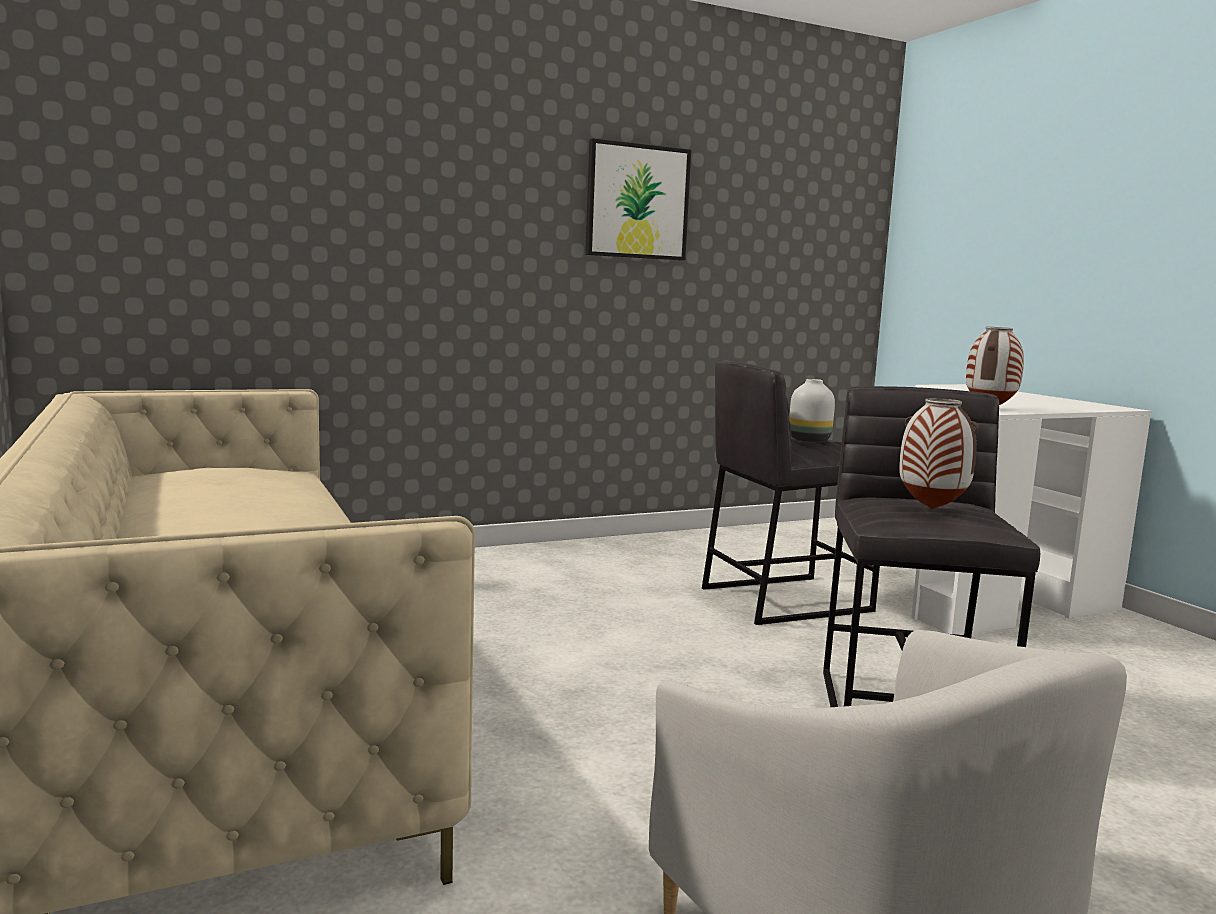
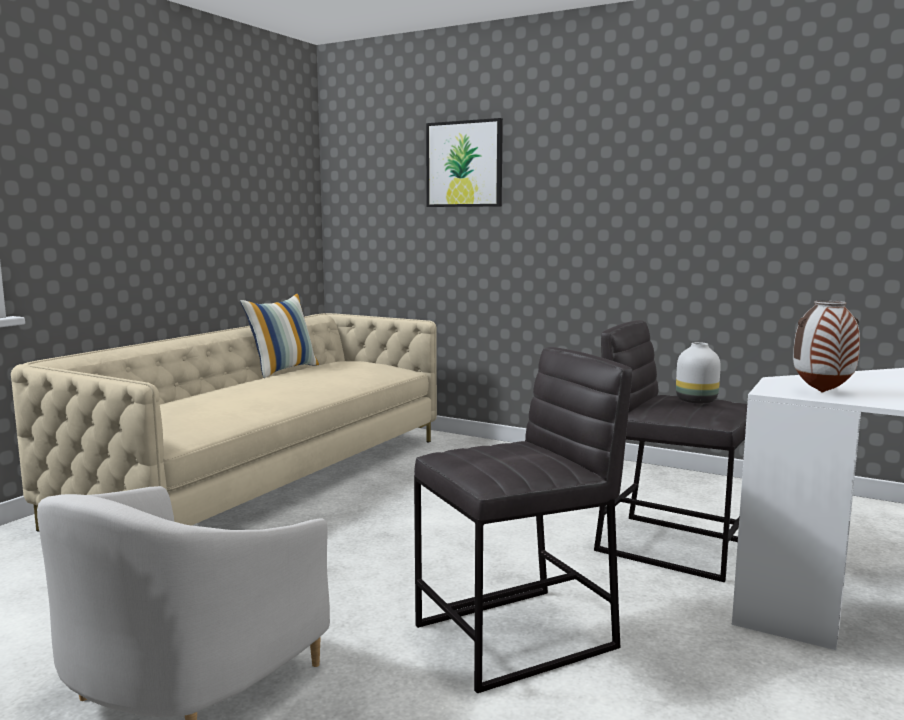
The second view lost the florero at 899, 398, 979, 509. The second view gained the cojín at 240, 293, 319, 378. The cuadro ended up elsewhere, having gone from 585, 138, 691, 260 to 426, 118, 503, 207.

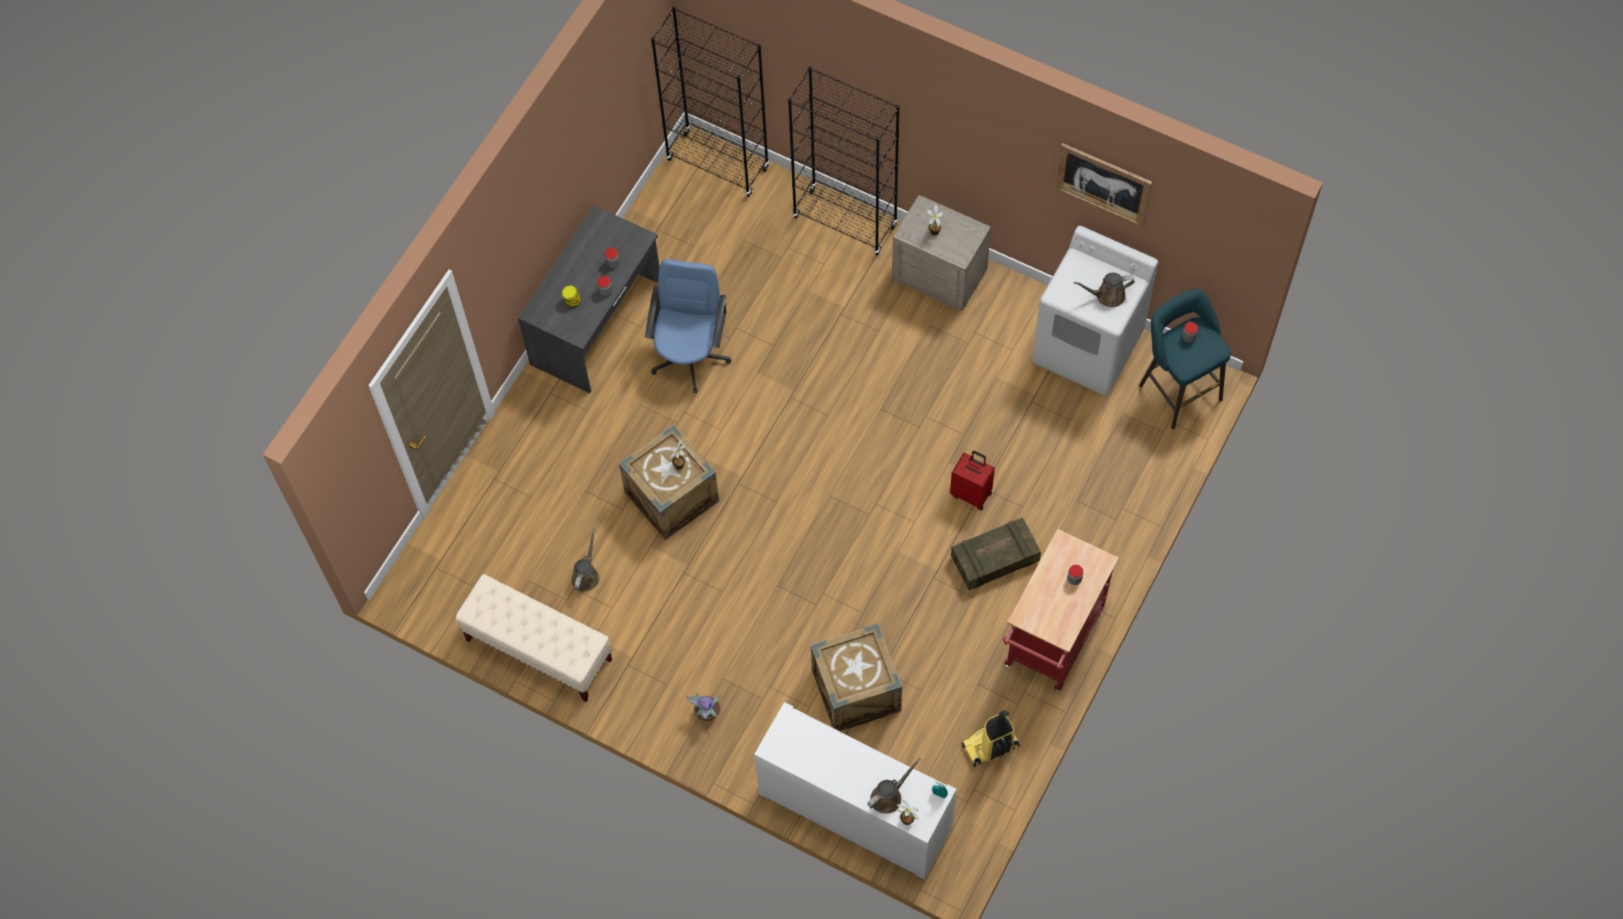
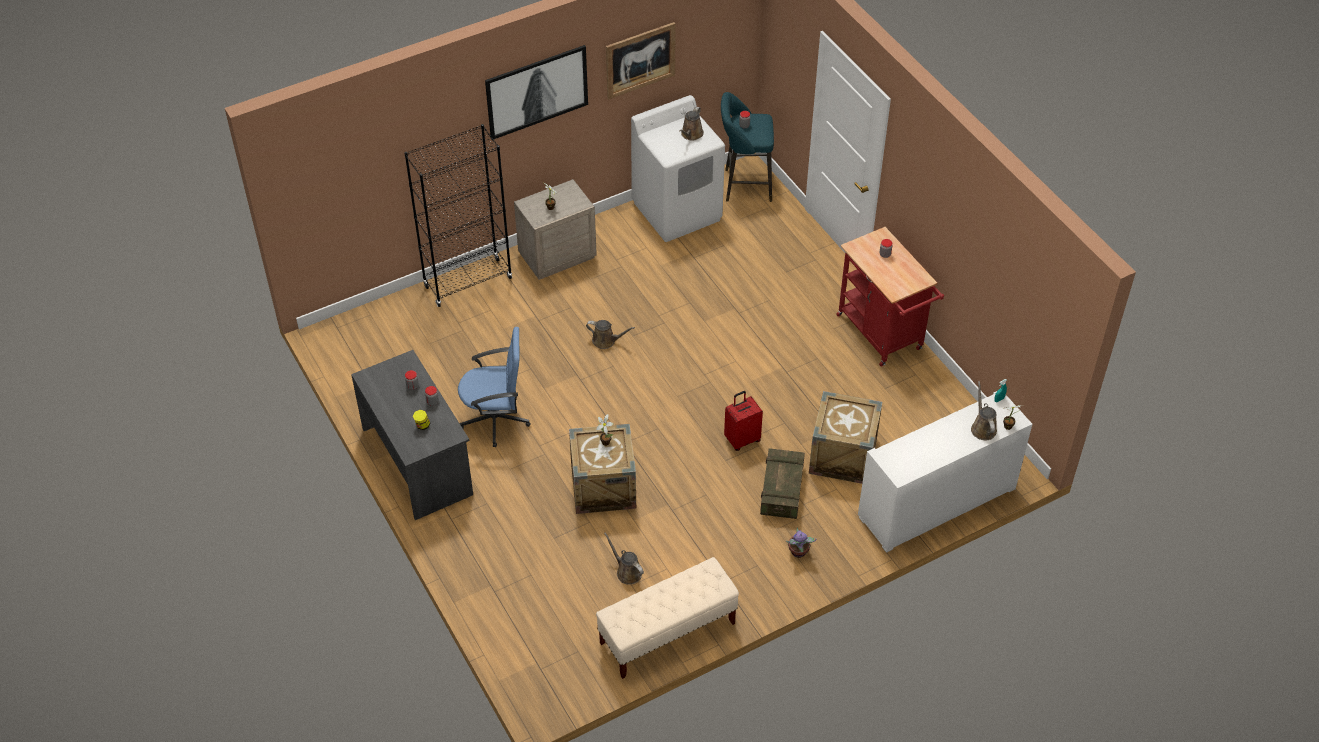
The second view lost the estantería (negro) at 651, 7, 769, 197. The second view lost the aspiradora at 961, 710, 1020, 767. The second view gained the cuadro at 485, 45, 588, 140. The second view gained the regadera (marrón) at 586, 320, 635, 349. The maleta (rojo) ended up elsewhere, having gone from 950, 451, 995, 510 to 724, 391, 763, 451. The caja de embalaje ended up elsewhere, having gone from 951, 517, 1041, 590 to 760, 448, 805, 519. The silla de oficina (azul) at 645, 259, 731, 393 ended up facing another way, 135 degrees clockwise from before.

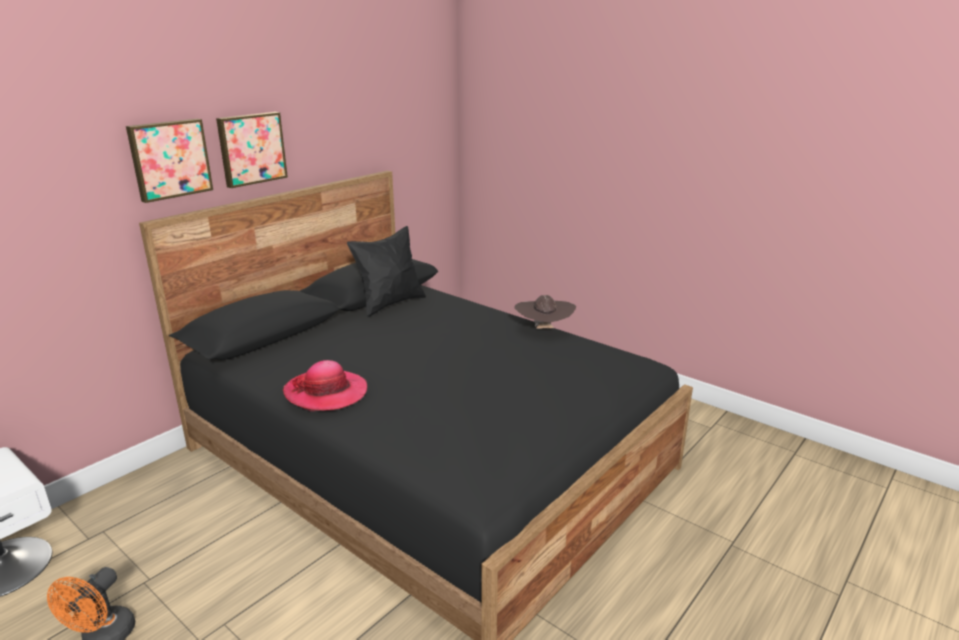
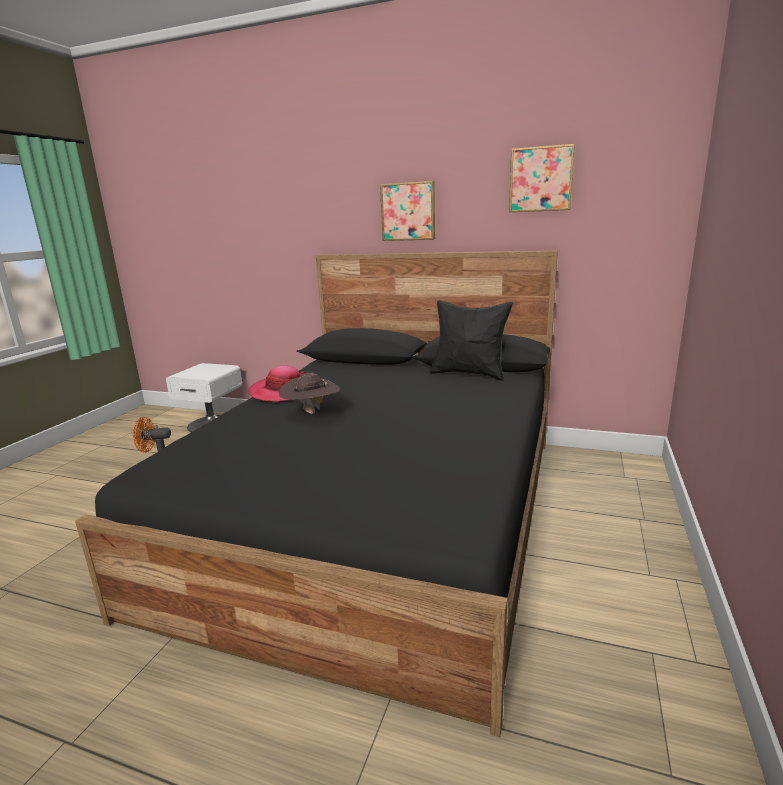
The cuadro ended up elsewhere, having gone from 126, 119, 213, 203 to 509, 144, 575, 212. The sombrero (marrón) ended up elsewhere, having gone from 514, 295, 576, 329 to 279, 373, 340, 414.

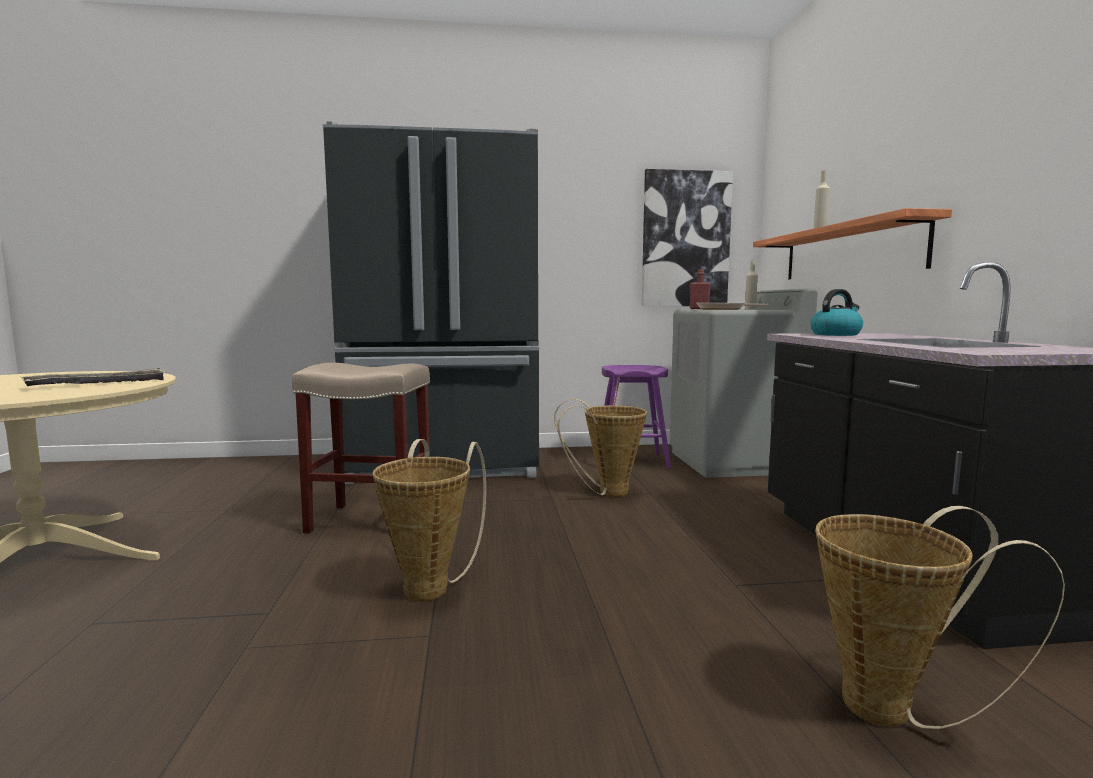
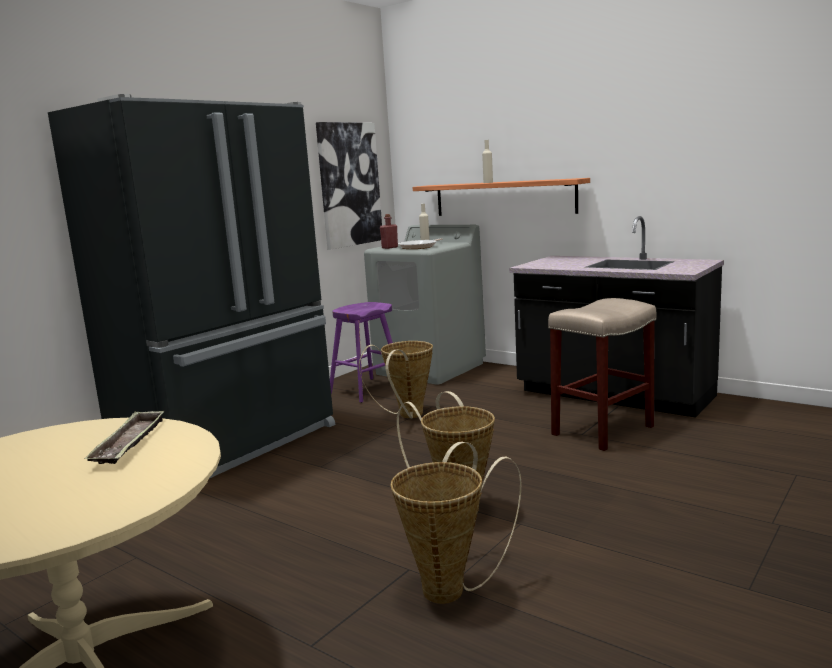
The second view lost the hervidor at 811, 289, 863, 336. The taburete (beis) ended up elsewhere, having gone from 292, 363, 430, 534 to 548, 298, 656, 451. The cesta ended up elsewhere, having gone from 815, 506, 1065, 729 to 390, 442, 521, 604.

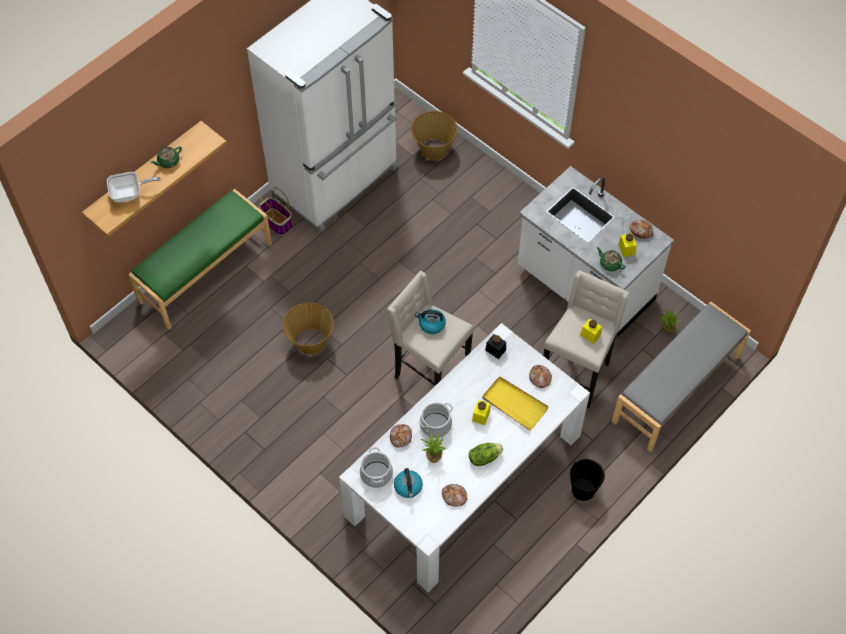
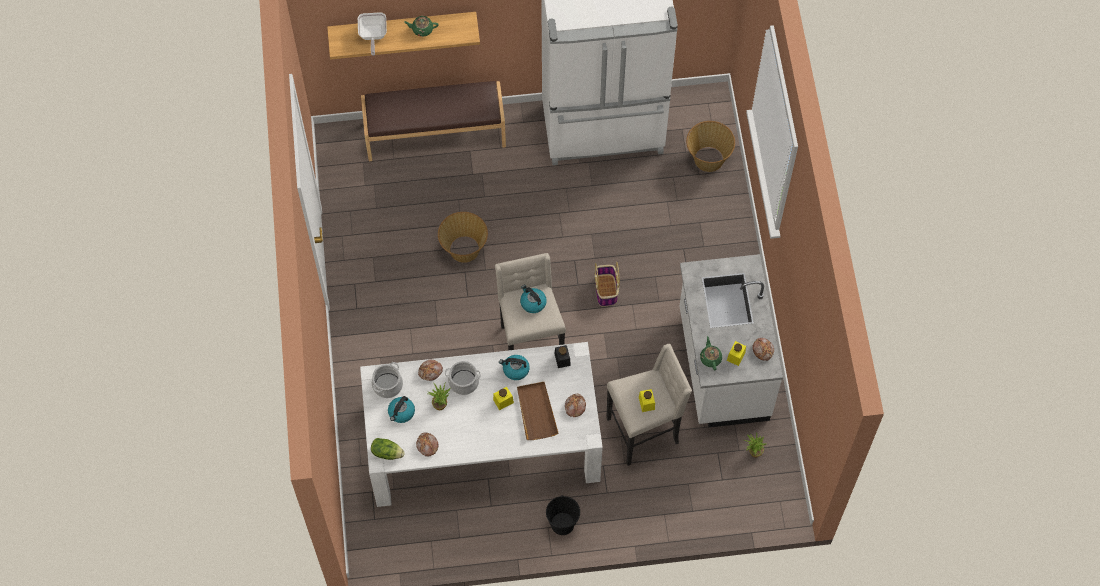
The second view lost the banco (gris) at 612, 302, 751, 452. The second view gained the hervidor at 499, 355, 530, 380. The cesta ended up elsewhere, having gone from 258, 187, 293, 236 to 595, 262, 620, 307. The lechuga ended up elsewhere, having gone from 469, 443, 503, 466 to 371, 438, 405, 460. What was the banco (verde) at 128, 189, 272, 330 turned into the banco (marrón) at 361, 81, 506, 161. What was the bandeja (amarillo) at 482, 376, 549, 431 turned into the bandeja (marrón) at 517, 382, 558, 440. The sartén at 107, 172, 161, 202 ended up facing another way, 60 degrees clockwise from before.

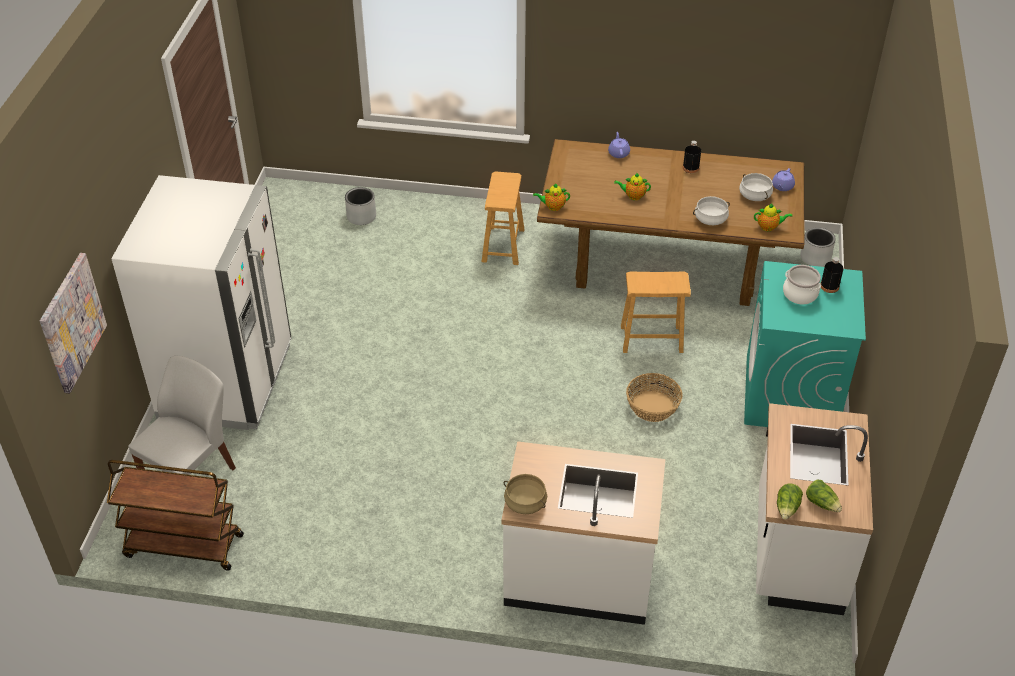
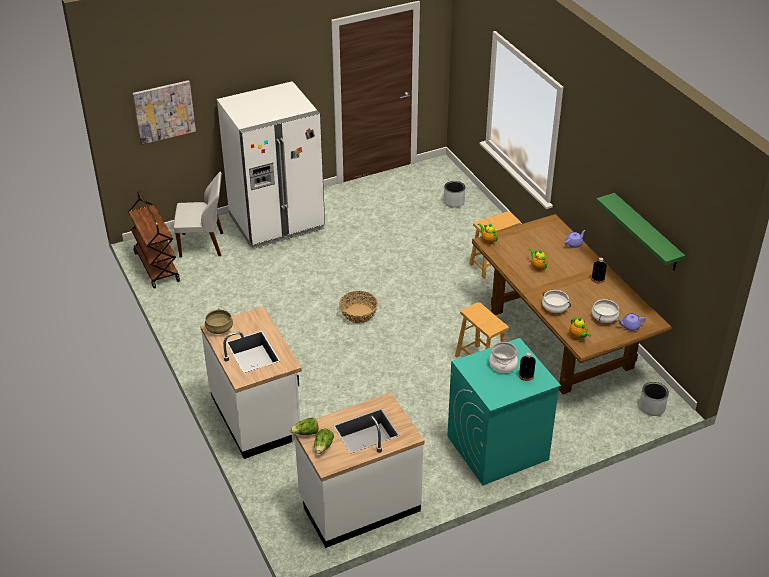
The second view gained the estante (verde) at 596, 193, 685, 271. The cesta ended up elsewhere, having gone from 626, 373, 683, 422 to 339, 291, 378, 323.

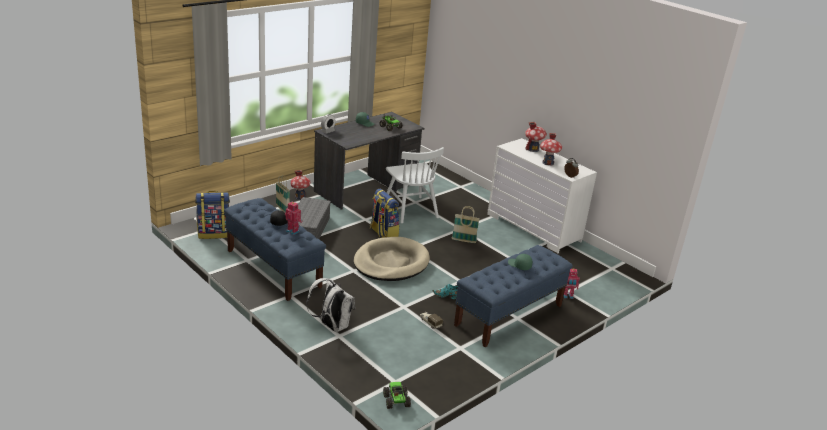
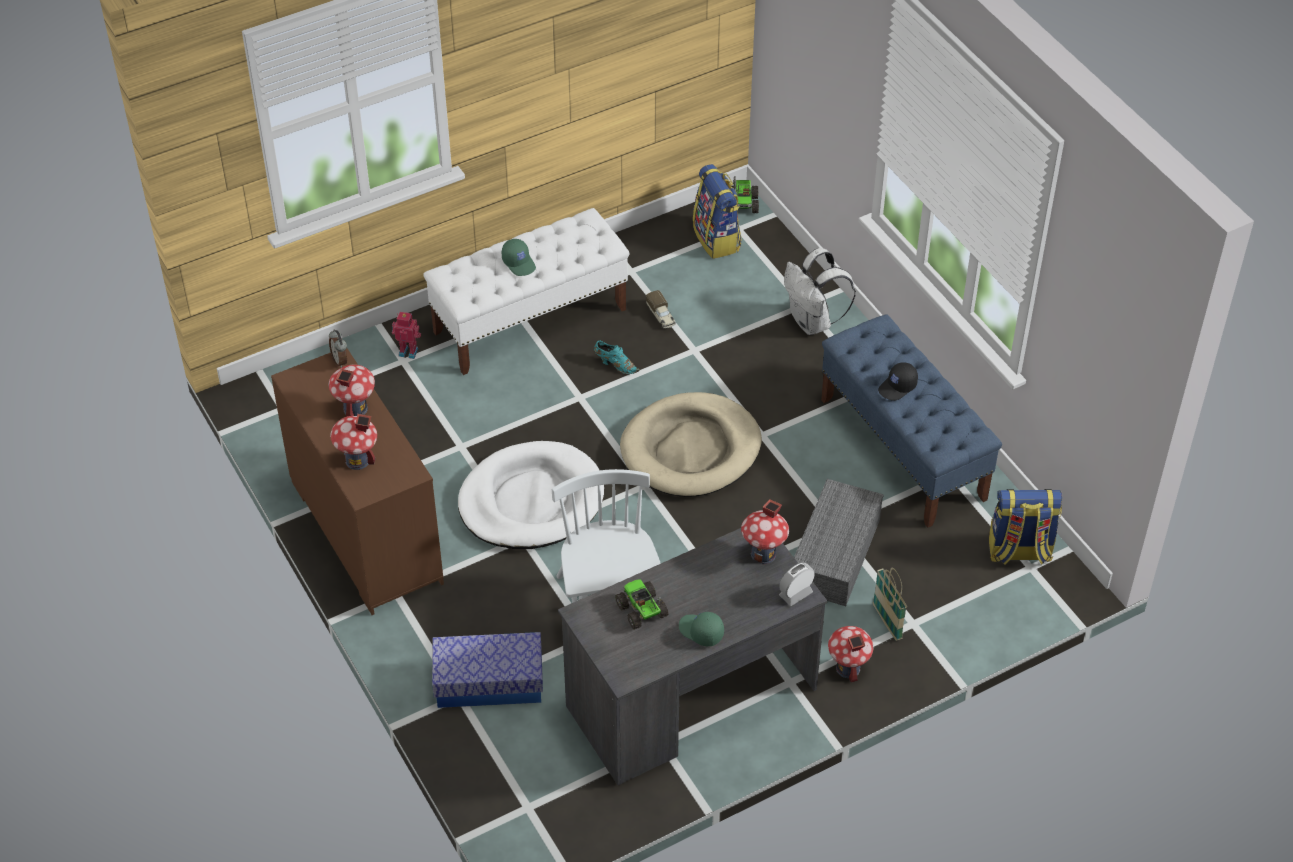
The second view lost the robot de juguete at 285, 201, 302, 235. The second view gained the caja de almacenaje at 432, 632, 543, 708. The second view gained the casita at 741, 499, 789, 564. The mochila ended up elsewhere, having gone from 369, 189, 400, 238 to 693, 164, 742, 259. Where the cesta stood at 452, 206, 480, 243, the cama para perro (blanco) came to stand at 458, 441, 604, 549. What was the banco (azul) at 454, 245, 573, 347 turned into the banco (blanco) at 423, 208, 630, 375. What was the cómoda (blanco) at 487, 138, 597, 253 turned into the cómoda (marrón) at 271, 348, 444, 615.

